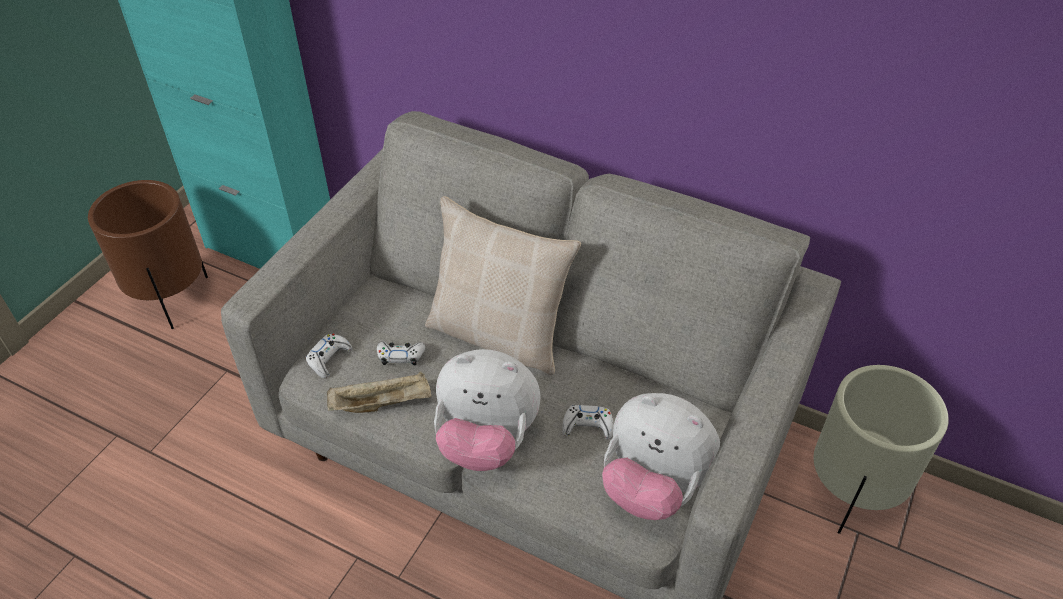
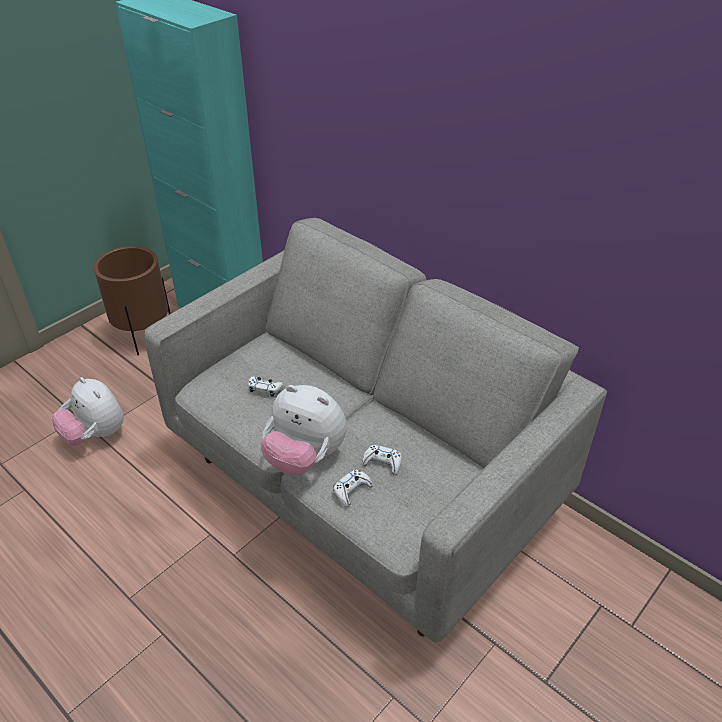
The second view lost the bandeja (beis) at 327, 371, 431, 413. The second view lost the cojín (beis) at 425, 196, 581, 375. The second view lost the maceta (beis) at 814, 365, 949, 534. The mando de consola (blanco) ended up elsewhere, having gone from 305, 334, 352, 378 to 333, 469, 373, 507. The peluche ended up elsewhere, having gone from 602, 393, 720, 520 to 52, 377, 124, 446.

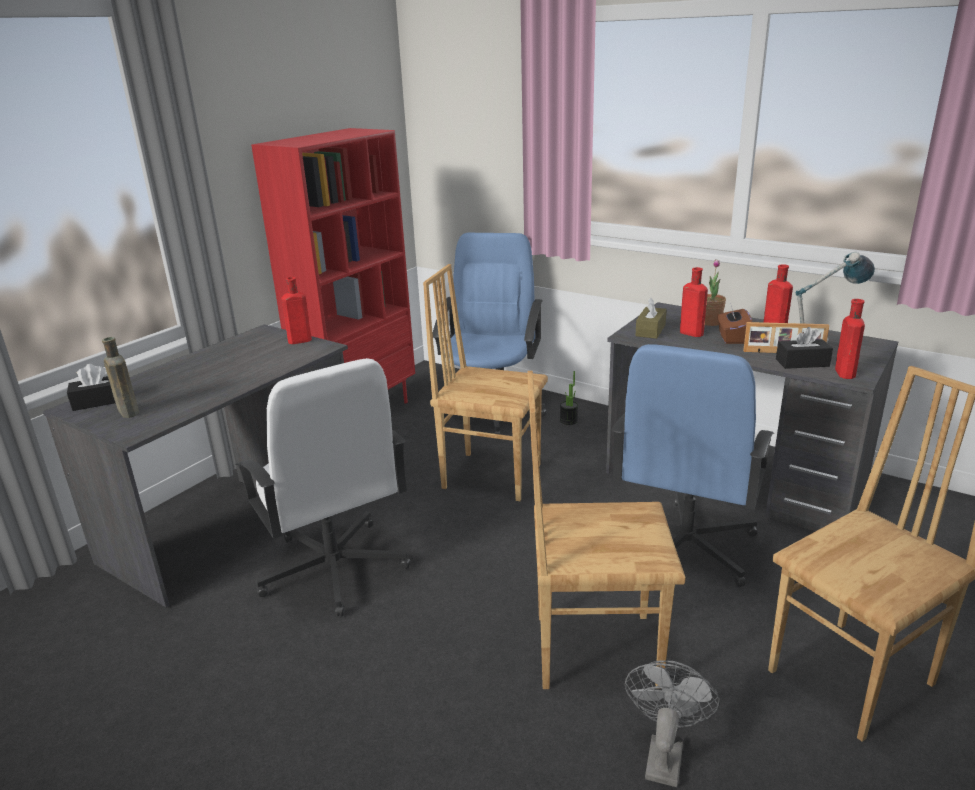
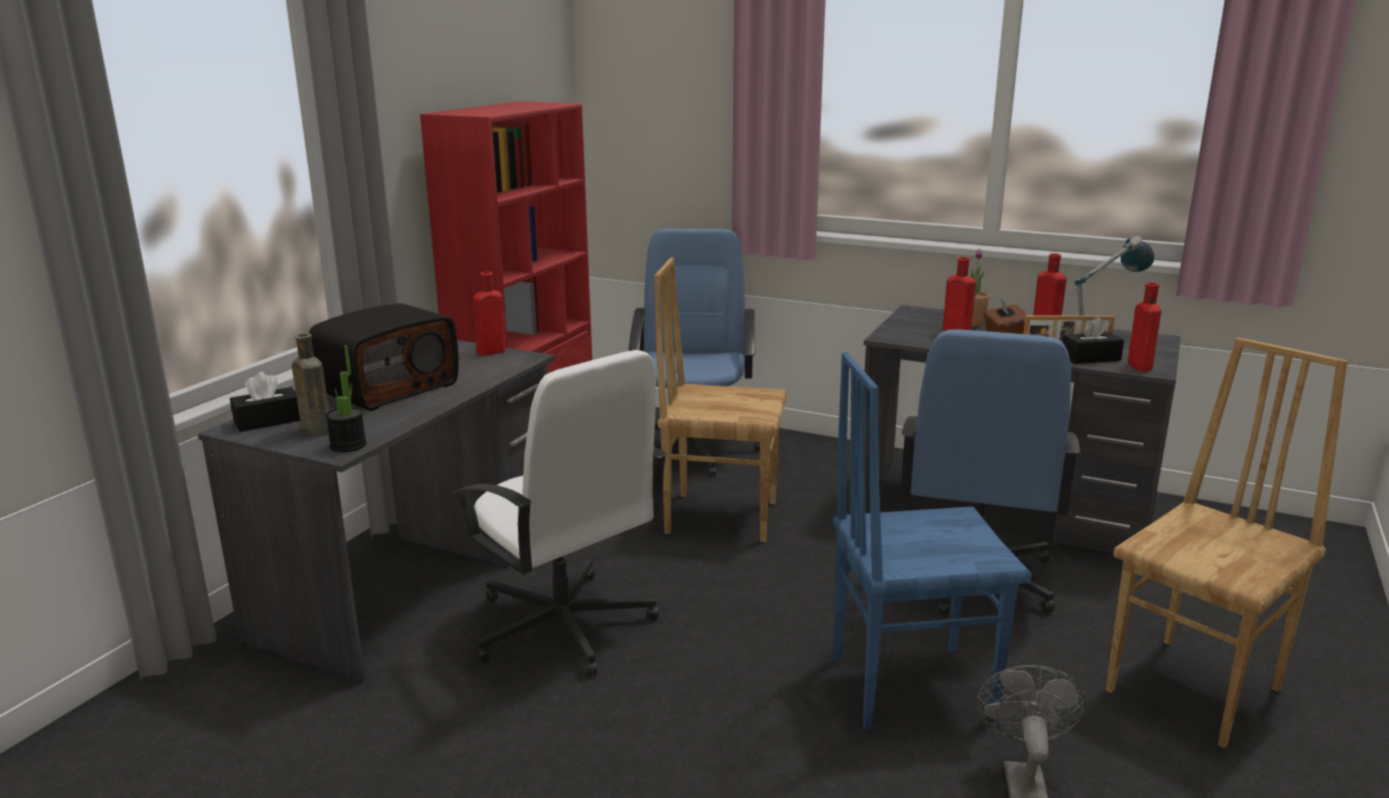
The second view lost the caja de pañuelos (marrón) at 636, 297, 667, 339. The second view gained the radio at 309, 303, 458, 411. The planta en maceta ended up elsewhere, having gone from 560, 371, 578, 425 to 326, 345, 366, 452. What was the silla (marrón) at 527, 371, 686, 689 turned into the silla (azul) at 833, 352, 1032, 730.

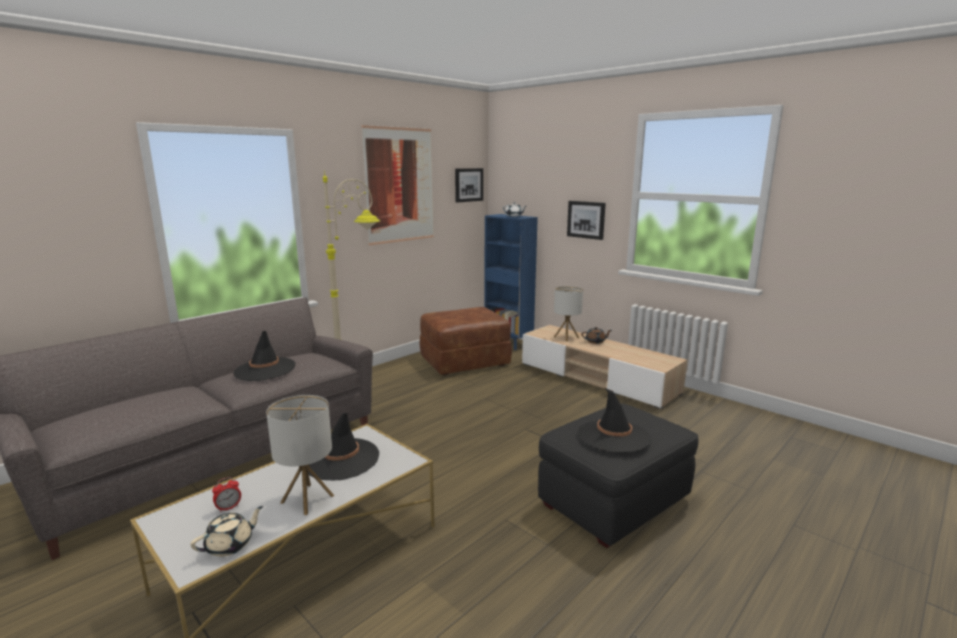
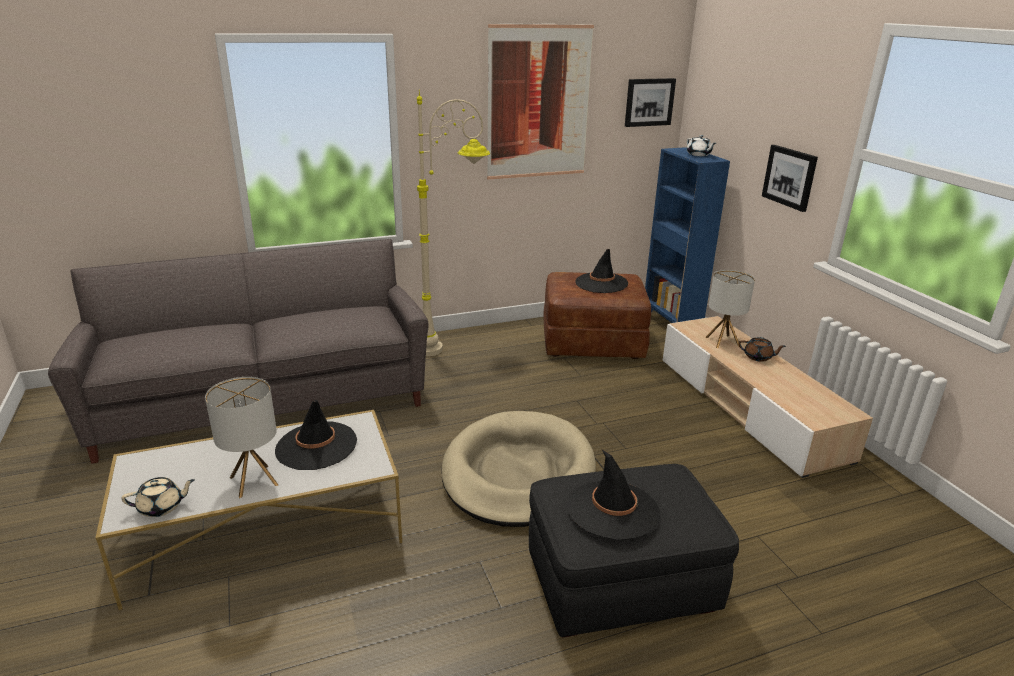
The second view lost the despertador at 212, 477, 241, 512. The second view gained the cama para perro (beis) at 442, 411, 596, 527. The sombrero (negro) ended up elsewhere, having gone from 233, 331, 295, 381 to 575, 249, 628, 293.

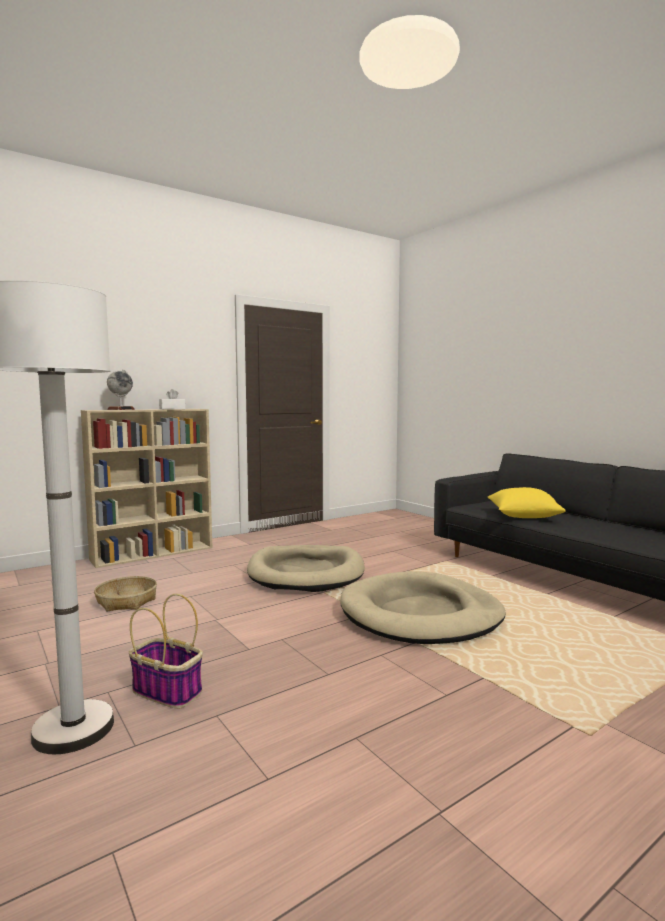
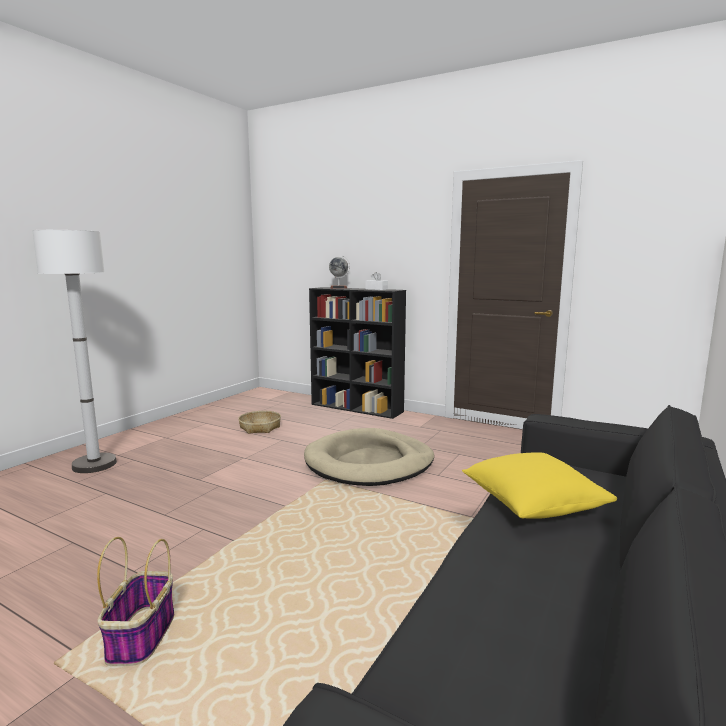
The second view lost the cama para perro (beis) at 340, 571, 505, 644. The cesta ended up elsewhere, having gone from 129, 594, 203, 709 to 97, 537, 174, 666. What was the estantería (beis) at 81, 409, 212, 568 turned into the estantería (negro) at 309, 287, 406, 419.

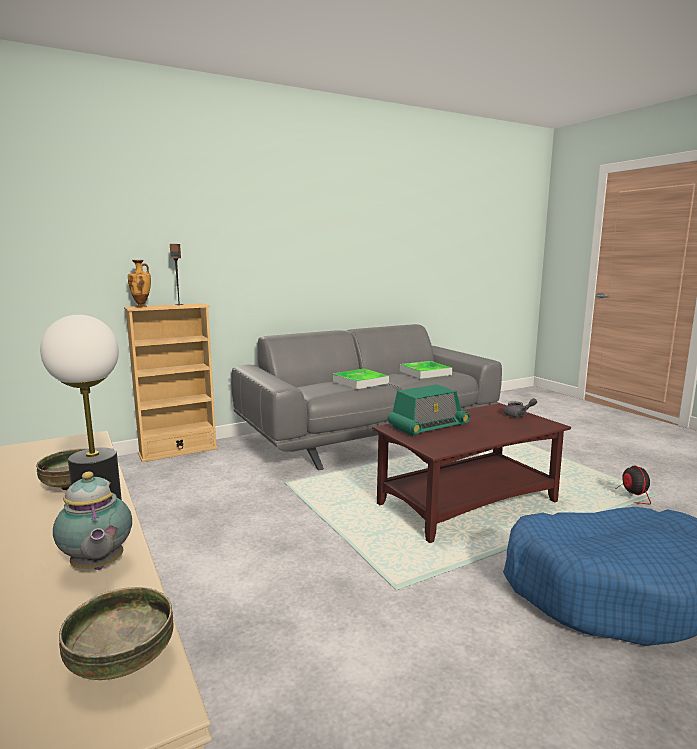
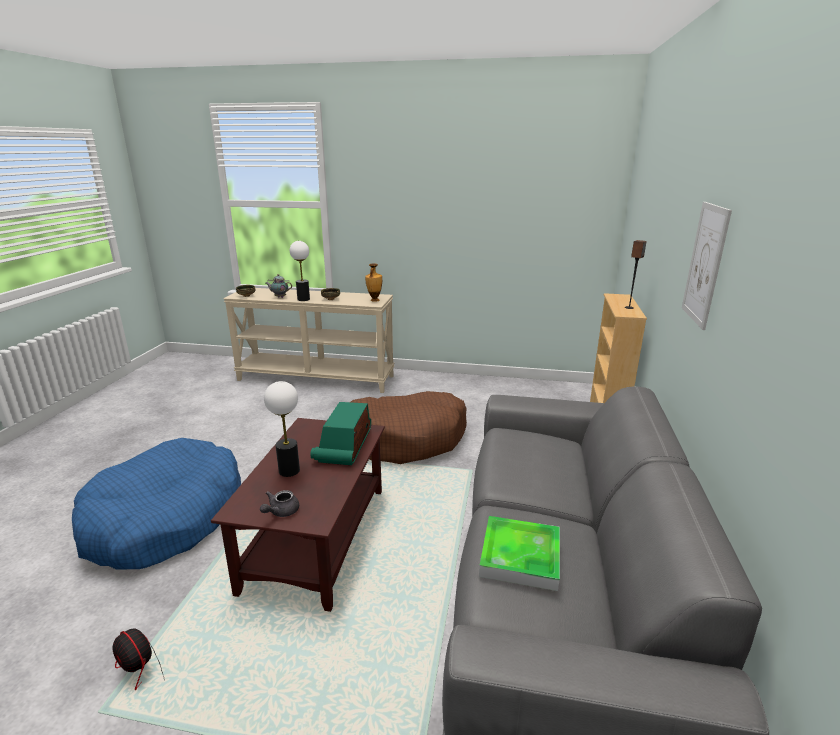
The second view lost the bandeja at 333, 369, 389, 389. The second view gained the lámpara de mesa at 264, 381, 300, 477. The second view gained the cama para perro (marrón) at 351, 391, 467, 464. The second view gained the cuadro at 682, 202, 732, 330. The florero ended up elsewhere, having gone from 128, 260, 151, 307 to 365, 263, 382, 302.

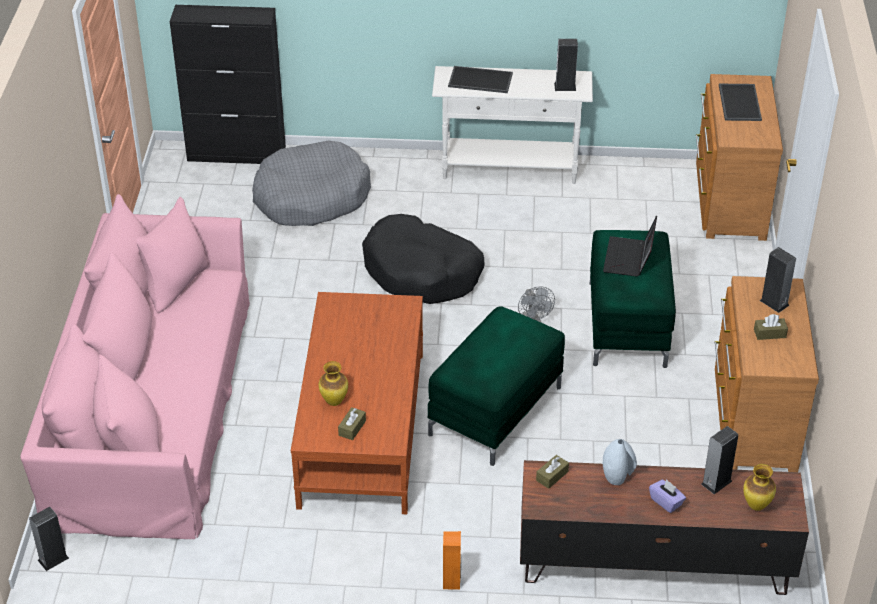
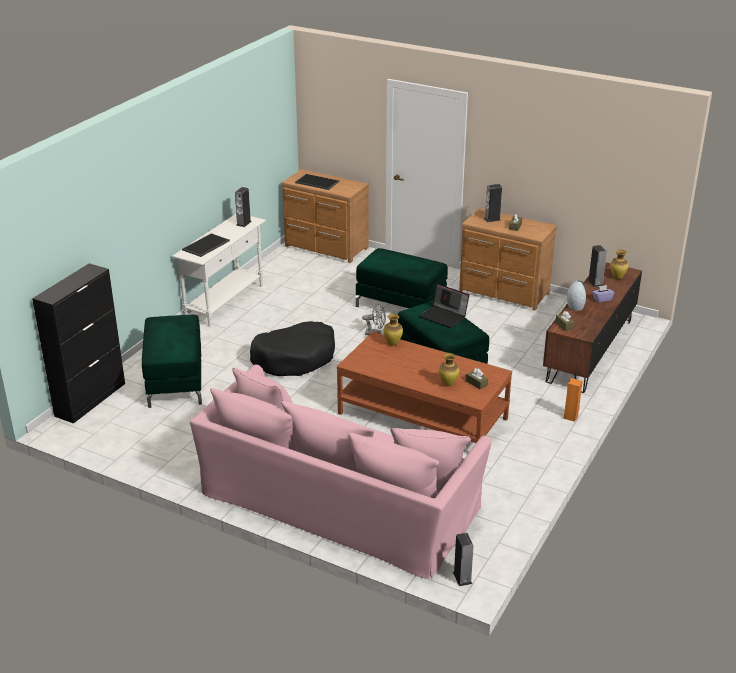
The second view gained the florero at 384, 314, 403, 346. The portátil ended up elsewhere, having gone from 603, 216, 657, 277 to 420, 284, 469, 328. Where the cama para perro (gris) stood at 252, 141, 371, 226, the puf (verde) came to stand at 142, 315, 202, 408.

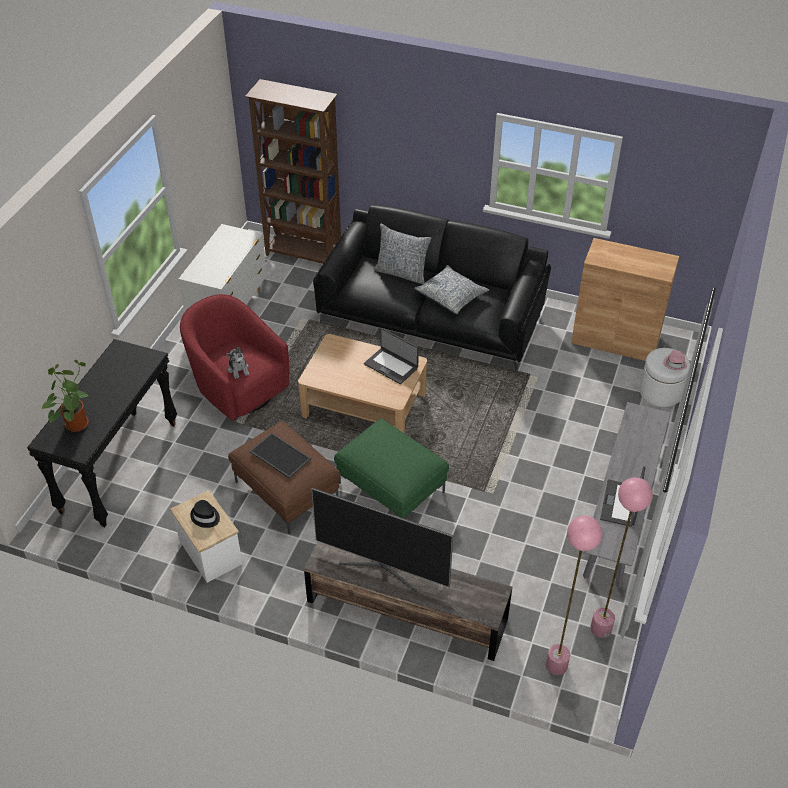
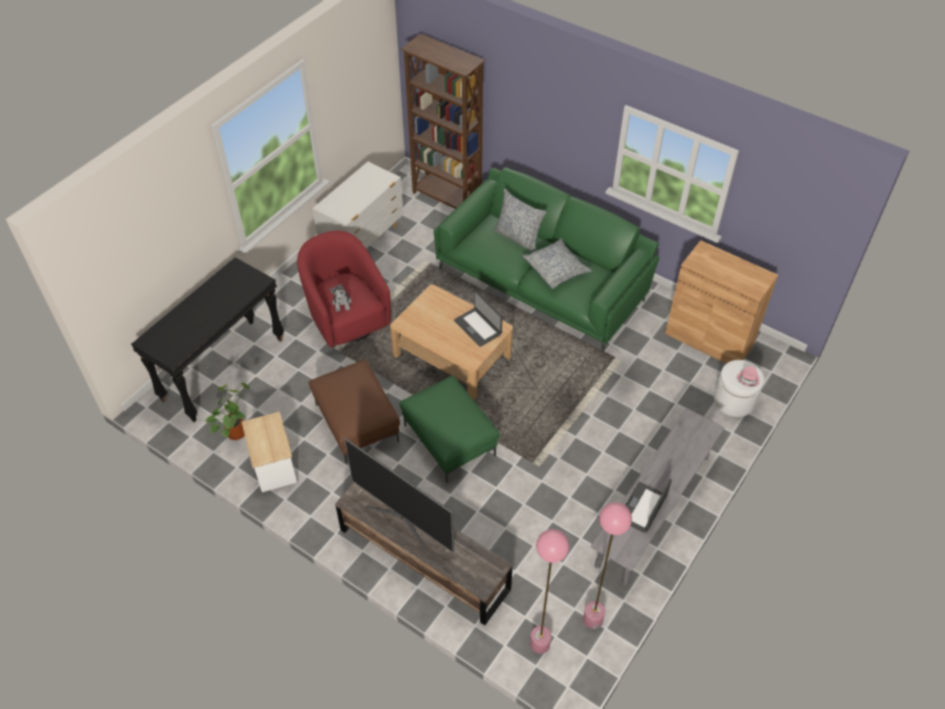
The second view lost the sombrero (negro) at 190, 500, 220, 528. The second view lost the bandeja at 249, 433, 311, 479. The planta en maceta ended up elsewhere, having gone from 41, 360, 89, 432 to 204, 382, 250, 440. What was the sofá (negro) at 313, 204, 551, 372 turned into the sofá (verde) at 434, 167, 659, 353.

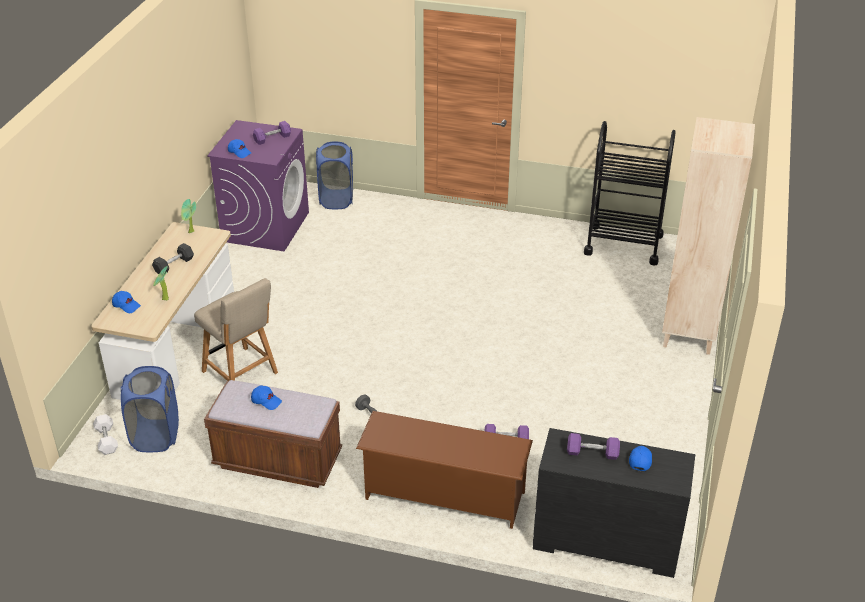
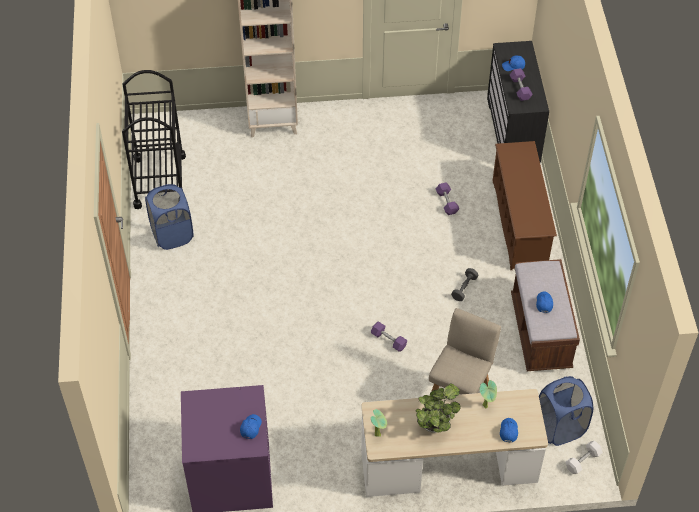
The mancuerna (morado) ended up elsewhere, having gone from 253, 121, 291, 145 to 371, 321, 407, 352. The cesto de la ropa (azul) ended up elsewhere, having gone from 316, 142, 353, 209 to 145, 184, 194, 250. Where the mancuerna (gris) stood at 152, 243, 194, 274, the planta en maceta came to stand at 415, 383, 461, 433.

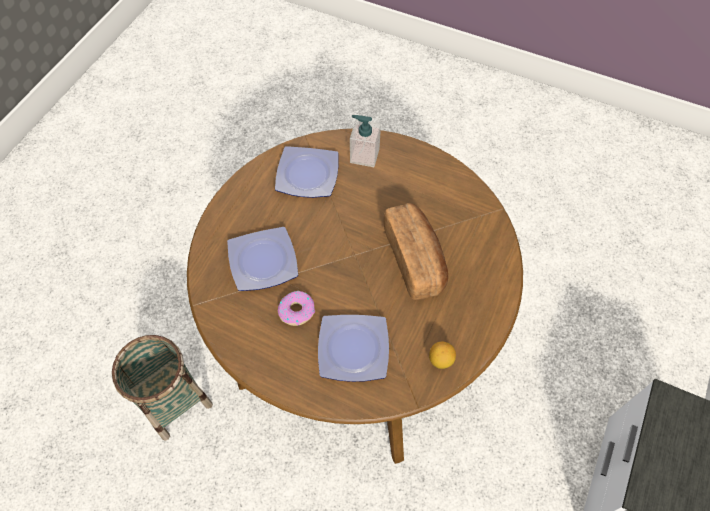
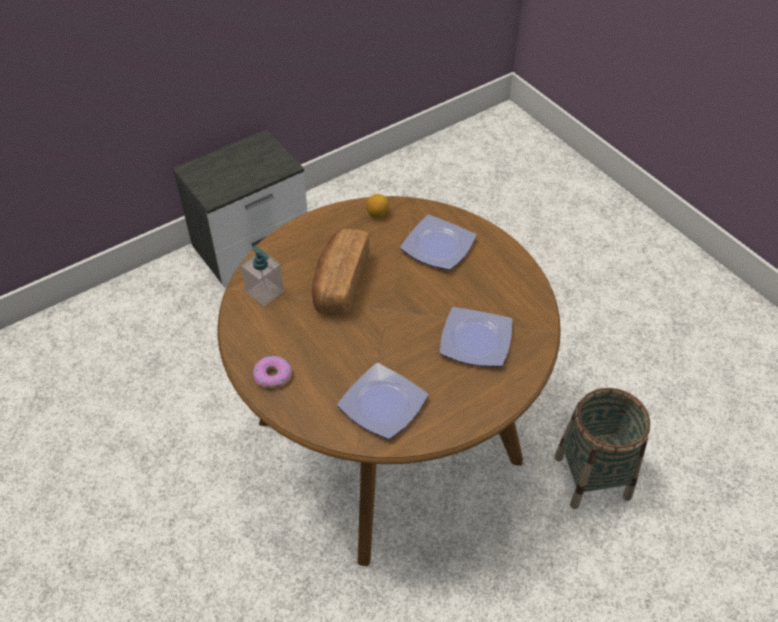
The rosquilla ended up elsewhere, having gone from 278, 291, 315, 326 to 253, 356, 292, 388. The dispensador de jabón ended up elsewhere, having gone from 350, 115, 381, 167 to 241, 246, 284, 306.

